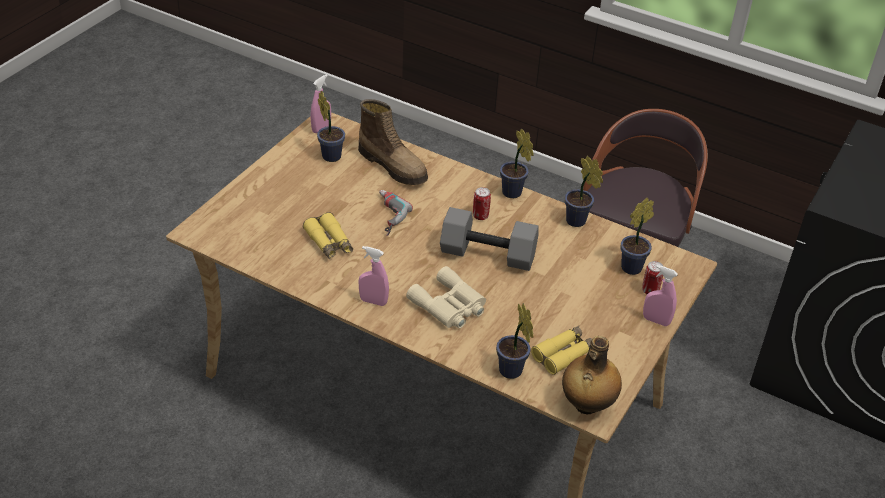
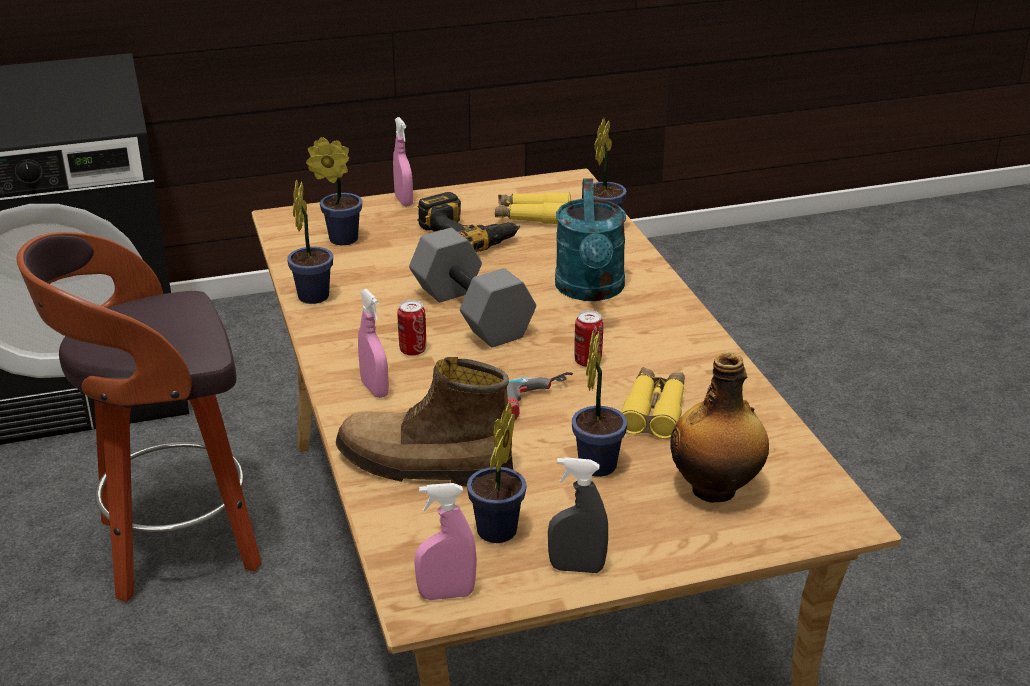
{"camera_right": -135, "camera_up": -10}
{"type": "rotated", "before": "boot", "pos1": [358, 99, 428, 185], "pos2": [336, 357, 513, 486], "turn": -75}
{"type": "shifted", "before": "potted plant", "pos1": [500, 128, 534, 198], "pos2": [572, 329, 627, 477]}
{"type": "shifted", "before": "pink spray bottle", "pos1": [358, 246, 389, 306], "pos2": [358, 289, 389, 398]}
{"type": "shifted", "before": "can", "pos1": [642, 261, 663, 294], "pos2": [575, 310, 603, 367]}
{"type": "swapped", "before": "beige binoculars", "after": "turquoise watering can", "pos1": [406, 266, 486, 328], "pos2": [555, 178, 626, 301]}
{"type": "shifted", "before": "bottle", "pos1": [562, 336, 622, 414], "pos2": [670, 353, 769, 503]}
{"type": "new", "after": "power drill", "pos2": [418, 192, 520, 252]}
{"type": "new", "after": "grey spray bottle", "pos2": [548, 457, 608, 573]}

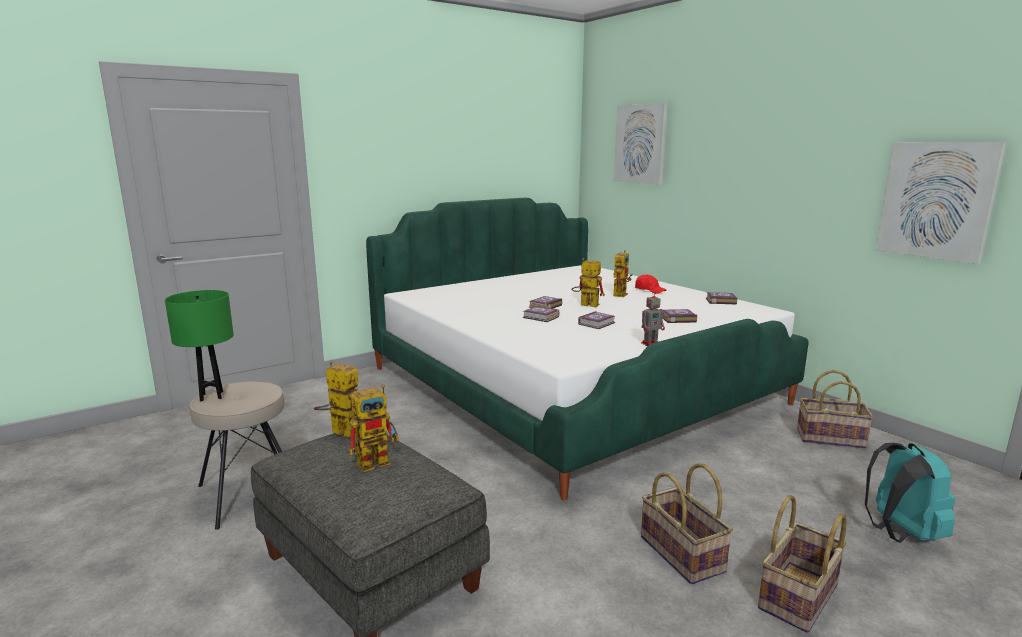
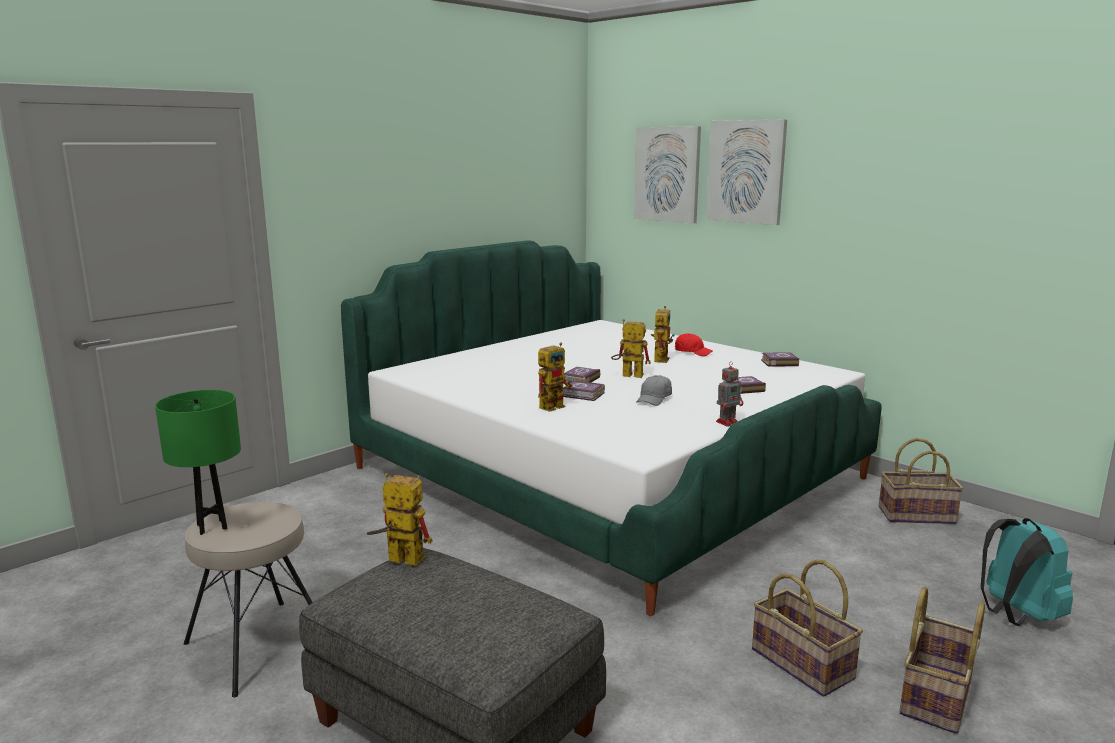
{"camera_right": -10, "camera_up": 0}
{"type": "shifted", "before": "picture", "pos1": [876, 142, 1006, 264], "pos2": [706, 119, 787, 225]}
{"type": "swapped", "before": "book", "after": "grey cap", "pos1": [578, 311, 615, 329], "pos2": [636, 375, 672, 406]}
{"type": "shifted", "before": "toy robot", "pos1": [349, 384, 399, 472], "pos2": [538, 342, 572, 412]}

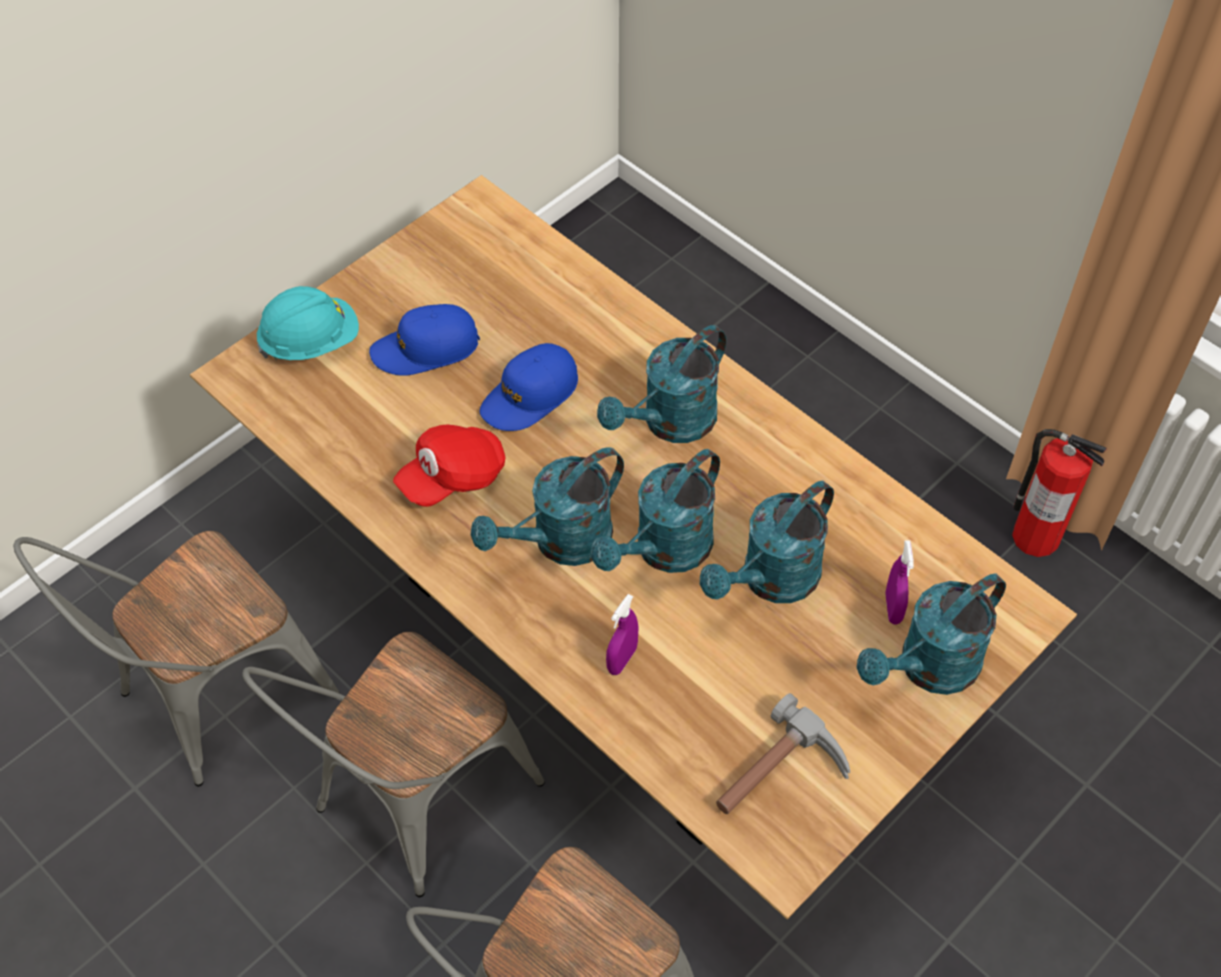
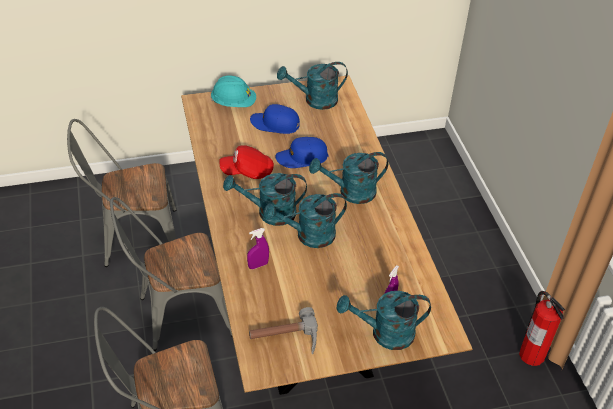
{"camera_right": 30, "camera_up": -10}
{"type": "shifted", "before": "turquoise watering can", "pos1": [700, 481, 834, 603], "pos2": [277, 62, 348, 110]}

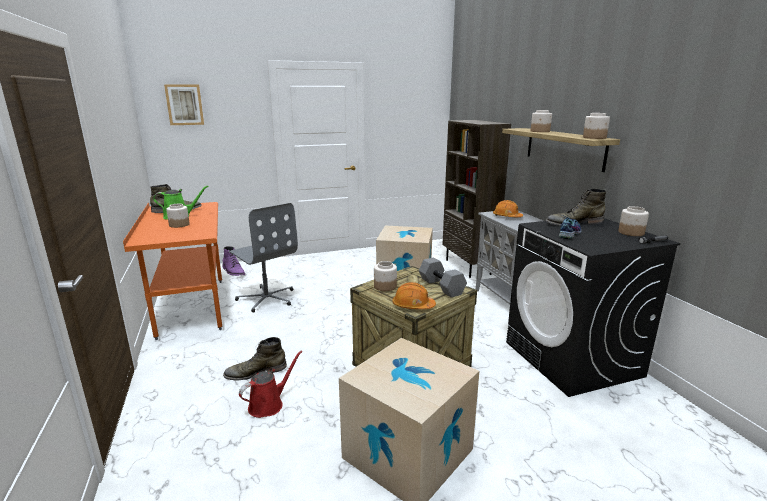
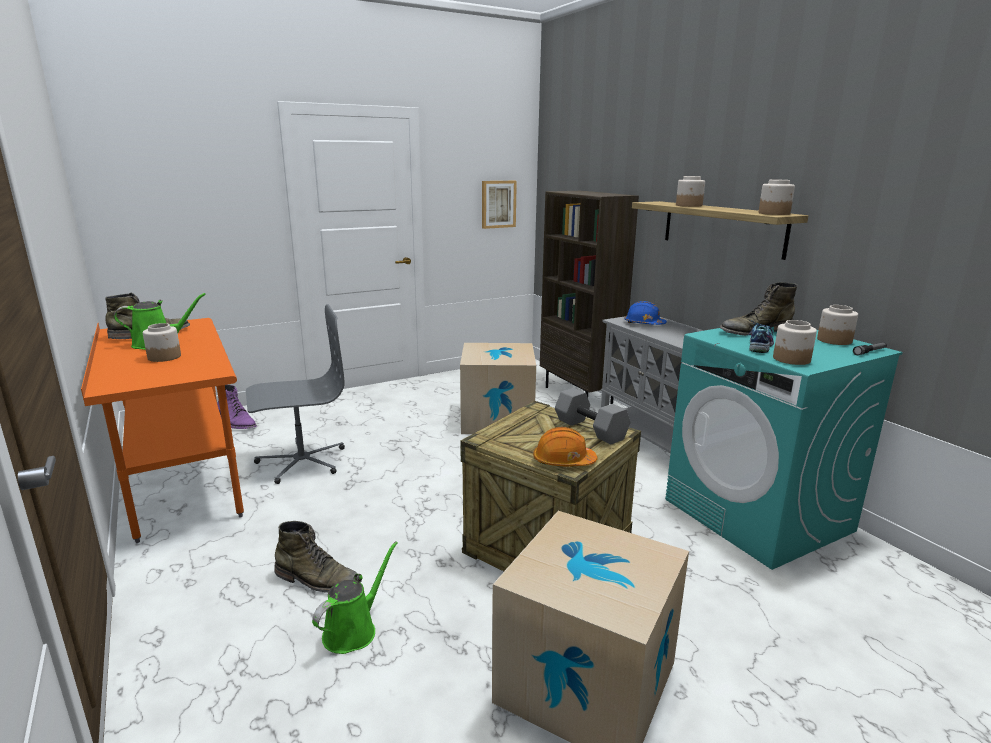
{"camera_right": -10, "camera_up": 0}
{"type": "shifted", "before": "picture", "pos1": [164, 84, 204, 125], "pos2": [482, 181, 517, 229]}
{"type": "repainted", "before": "orange hard hat", "after": "blue hard hat", "pos1": [493, 200, 523, 217], "pos2": [624, 301, 667, 325]}
{"type": "rotated", "before": "grey office chair", "pos1": [229, 203, 298, 313], "pos2": [246, 304, 345, 484], "turn": -60}
{"type": "repainted", "before": "black washing machine", "after": "turquoise washing machine", "pos1": [506, 218, 680, 397], "pos2": [665, 327, 903, 570]}
{"type": "shifted", "before": "jar", "pos1": [374, 261, 397, 291], "pos2": [773, 320, 817, 365]}
{"type": "rotated", "before": "green boot", "pos1": [223, 337, 287, 381], "pos2": [274, 521, 361, 593], "turn": -135}
{"type": "repainted", "before": "red watering can", "after": "green watering can", "pos1": [239, 351, 302, 418], "pos2": [312, 541, 398, 654]}

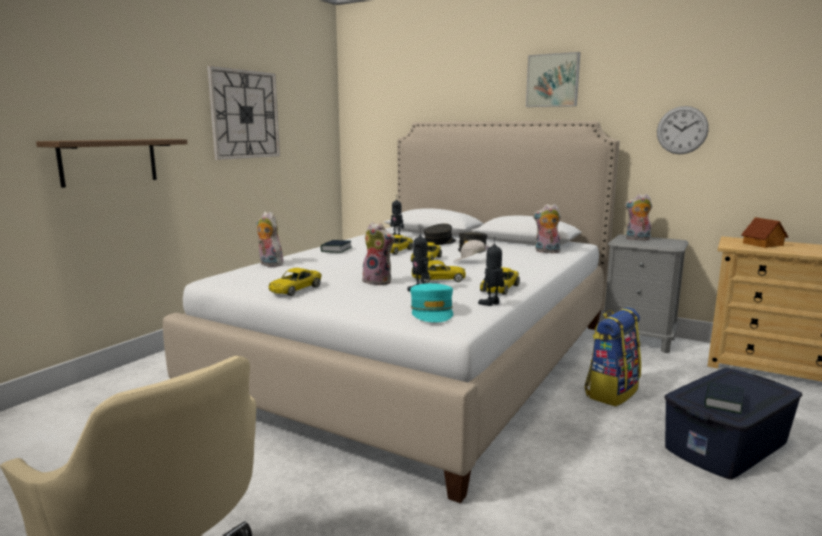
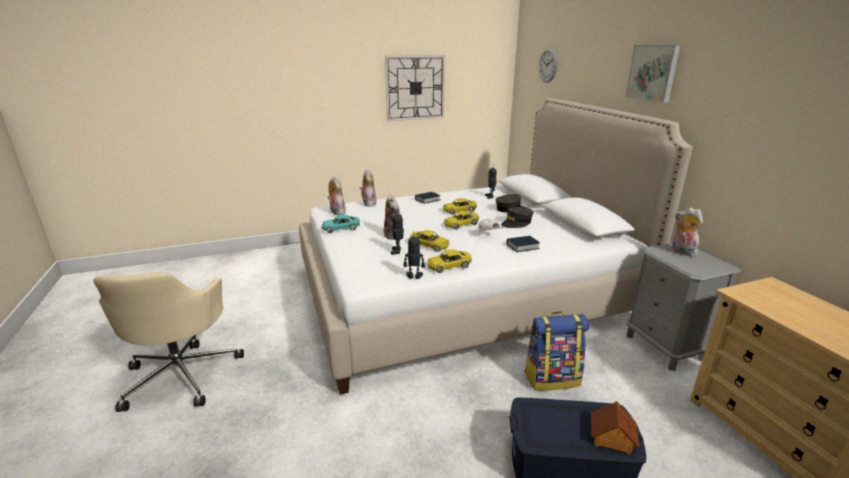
{"camera_right": 40, "camera_up": 10}
{"type": "shifted", "before": "wall clock", "pos1": [657, 106, 709, 154], "pos2": [538, 48, 558, 83]}
{"type": "gone", "before": "shelf", "pos1": [36, 139, 187, 188]}
{"type": "shifted", "before": "plush toy", "pos1": [533, 204, 561, 253], "pos2": [327, 176, 346, 215]}
{"type": "shifted", "before": "toy house", "pos1": [741, 217, 788, 248], "pos2": [591, 401, 639, 455]}
{"type": "repainted", "before": "yellow toy car", "after": "turquoise toy car", "pos1": [269, 268, 322, 296], "pos2": [322, 214, 360, 233]}
{"type": "gone", "before": "turquoise cap", "pos1": [410, 283, 453, 322]}
{"type": "shifted", "before": "book", "pos1": [704, 382, 744, 414], "pos2": [507, 236, 540, 252]}

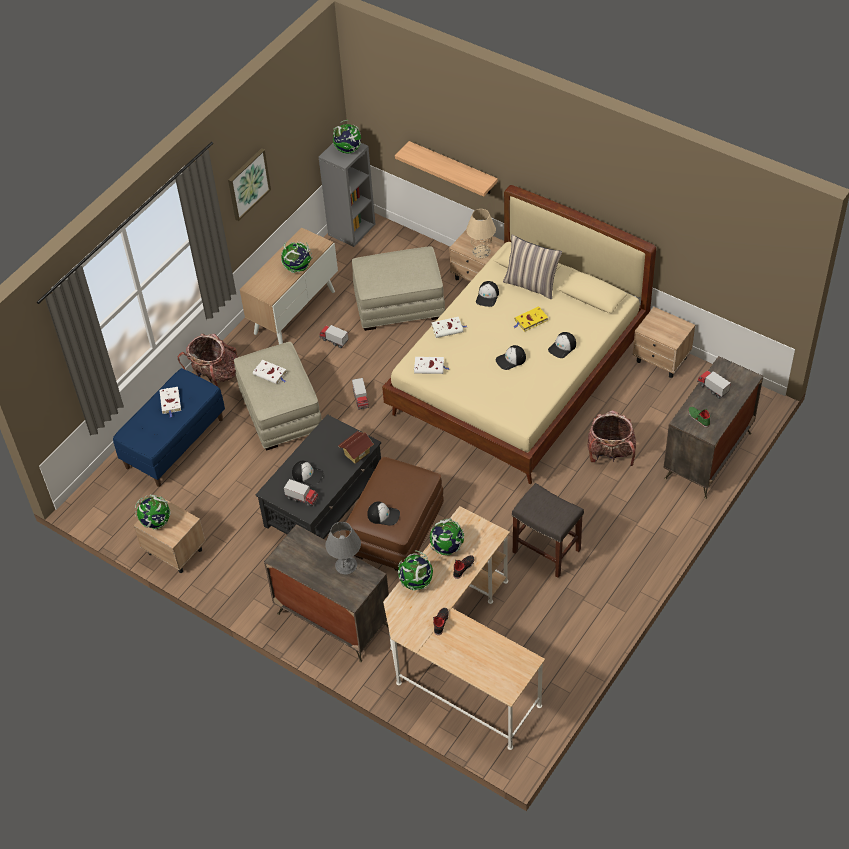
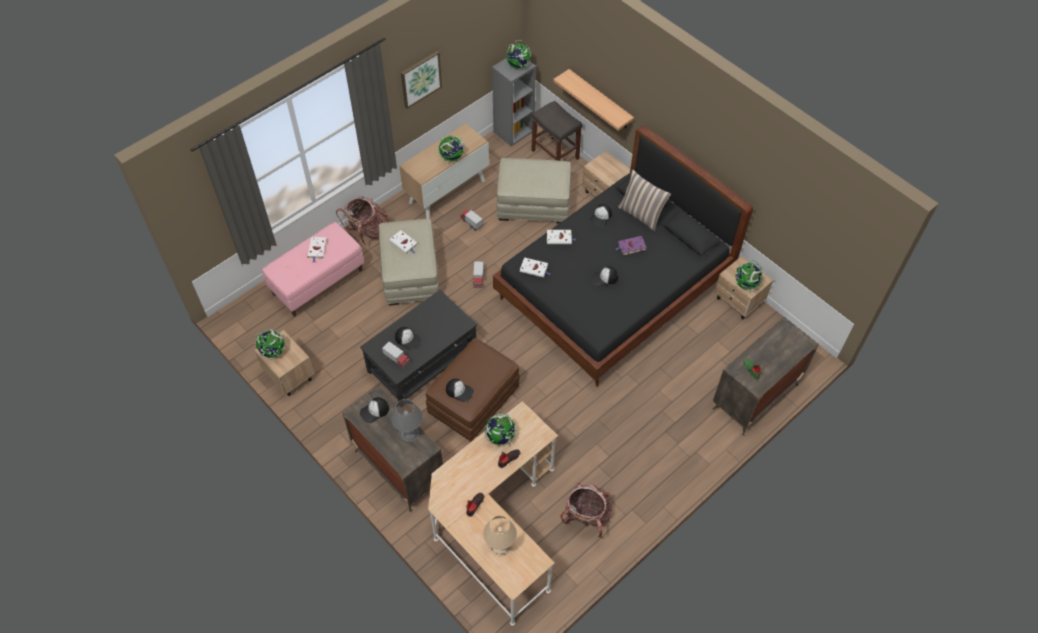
{"camera_right": 10, "camera_up": 5}
{"type": "repainted", "before": "beige bed", "after": "black bed", "pos1": [382, 185, 656, 484], "pos2": [493, 125, 753, 387]}
{"type": "shifted", "before": "beige table lamp", "pos1": [466, 209, 496, 258], "pos2": [483, 515, 517, 556]}
{"type": "repainted", "before": "yellow book", "after": "purple book", "pos1": [513, 306, 548, 332], "pos2": [616, 236, 647, 255]}
{"type": "shifted", "before": "cap", "pos1": [548, 332, 576, 358], "pos2": [360, 397, 389, 423]}
{"type": "repainted", "before": "blue bench", "after": "pink bench", "pos1": [113, 368, 225, 487], "pos2": [262, 222, 364, 317]}
{"type": "gone", "before": "toy truck", "pos1": [697, 370, 731, 399]}
{"type": "shifted", "before": "backpack", "pos1": [587, 410, 636, 466], "pos2": [560, 482, 612, 538]}
{"type": "gone", "before": "toy house", "pos1": [338, 431, 374, 464]}
{"type": "shifted", "before": "grey stool", "pos1": [512, 483, 584, 578], "pos2": [531, 100, 582, 161]}
{"type": "shifted", "before": "globe", "pos1": [398, 551, 433, 591], "pos2": [735, 260, 763, 290]}

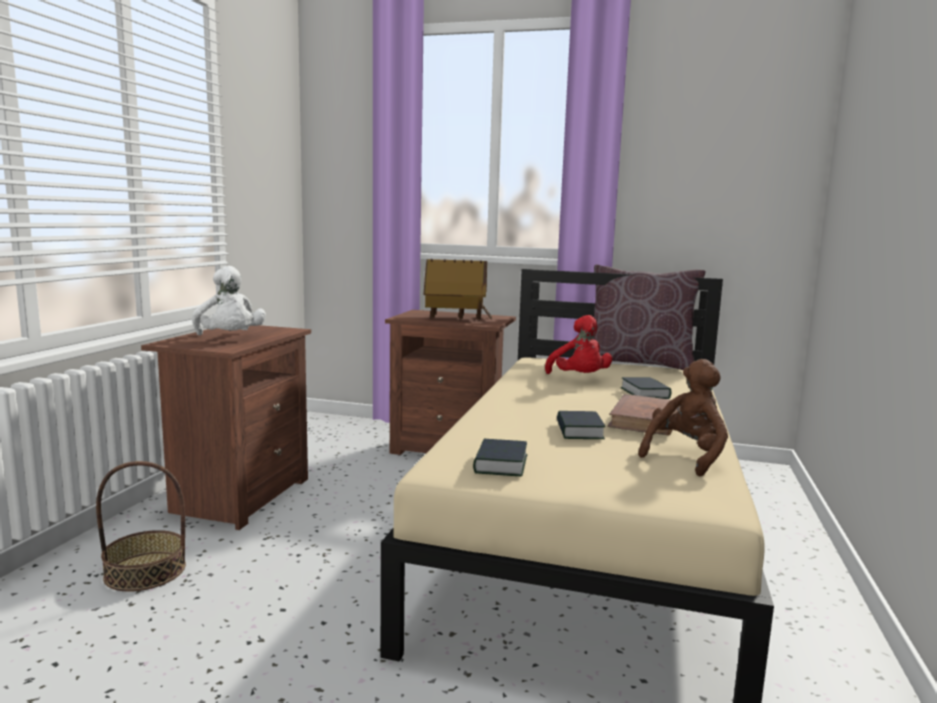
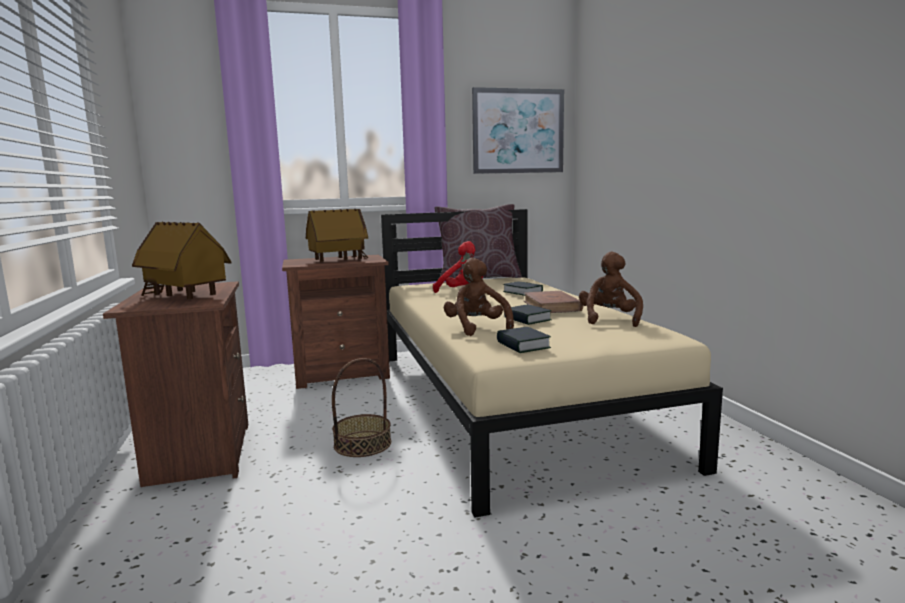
{"camera_right": -30, "camera_up": 0}
{"type": "swapped", "before": "white plush toy", "after": "toy house", "pos1": [192, 266, 266, 335], "pos2": [132, 222, 232, 299]}
{"type": "shifted", "before": "basket", "pos1": [96, 461, 186, 591], "pos2": [332, 358, 391, 457]}
{"type": "new", "after": "picture", "pos2": [472, 87, 564, 174]}
{"type": "new", "after": "brown plush toy", "pos2": [444, 258, 514, 336]}

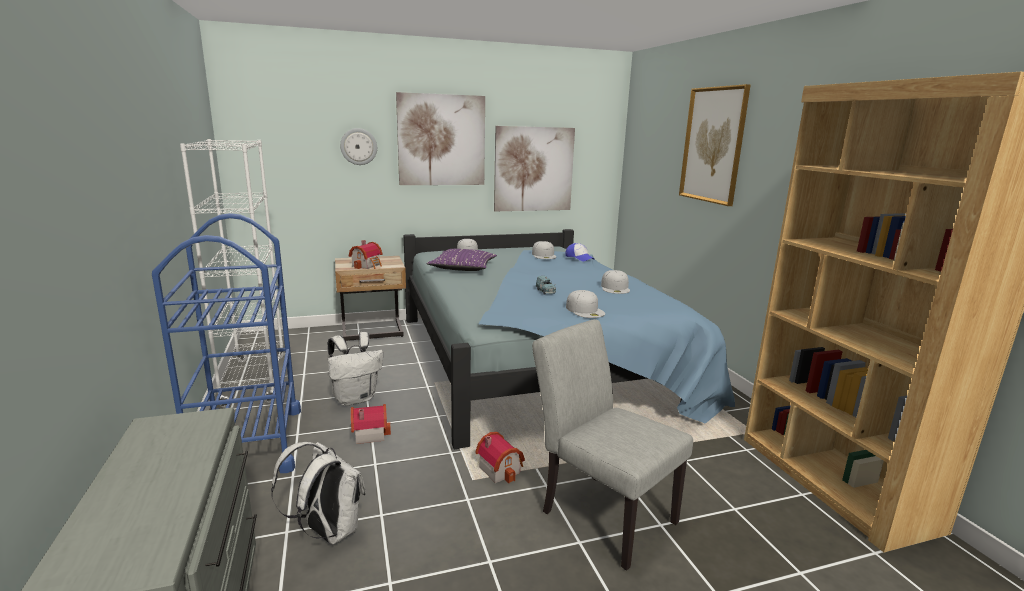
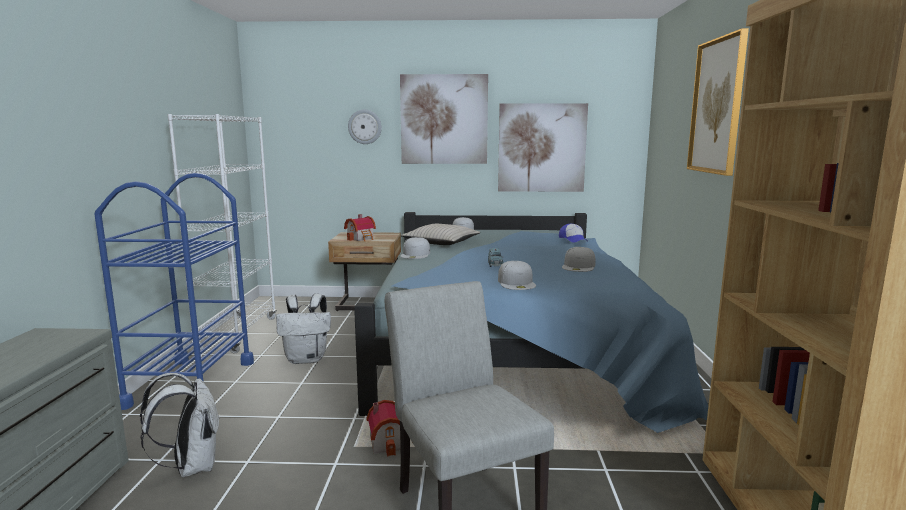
{"camera_right": 20, "camera_up": -5}
{"type": "shifted", "before": "white cap", "pos1": [532, 241, 556, 259], "pos2": [401, 237, 430, 259]}
{"type": "repainted", "before": "purple pillow", "after": "beige pillow", "pos1": [426, 249, 497, 271], "pos2": [401, 224, 480, 245]}
{"type": "gone", "before": "toy house", "pos1": [351, 404, 391, 444]}

